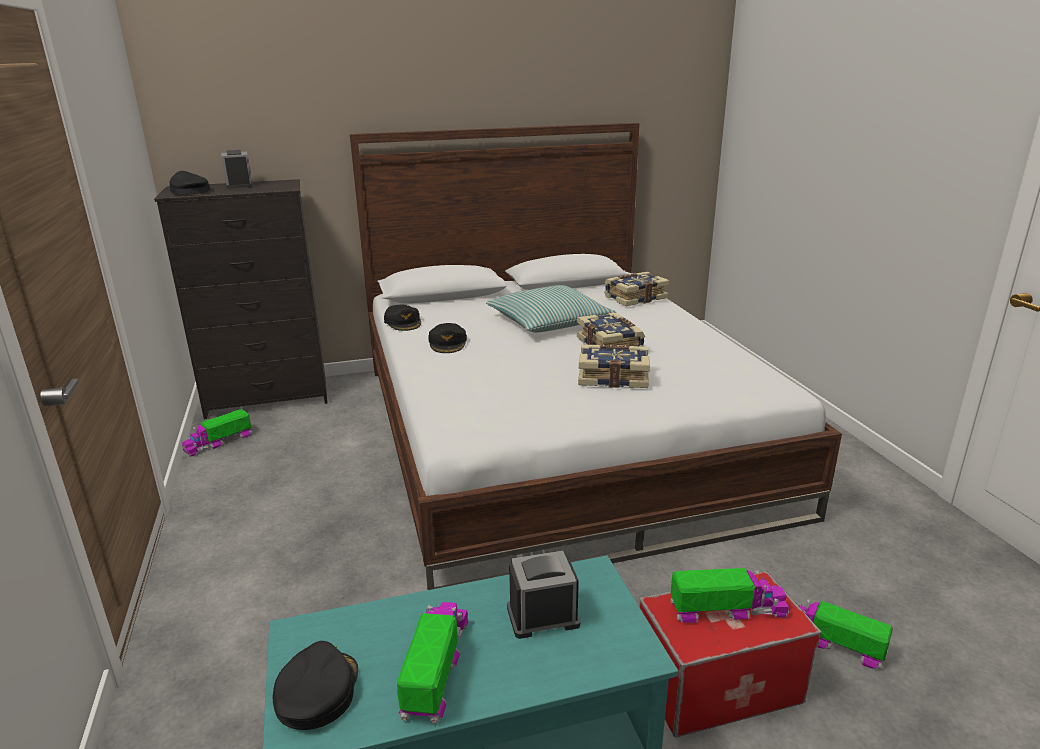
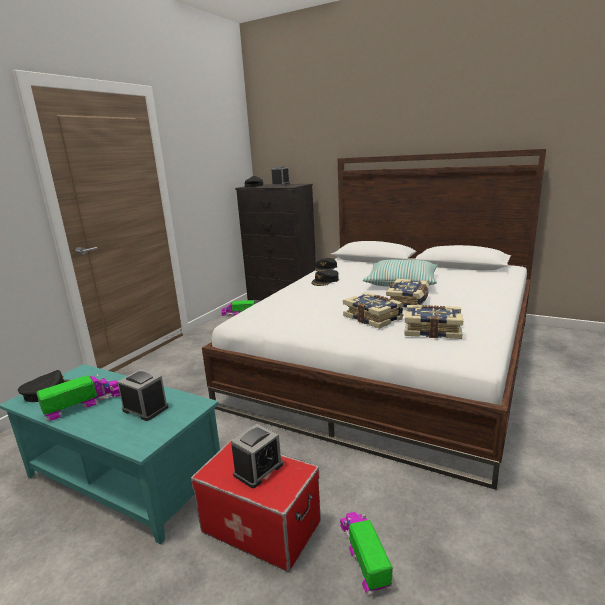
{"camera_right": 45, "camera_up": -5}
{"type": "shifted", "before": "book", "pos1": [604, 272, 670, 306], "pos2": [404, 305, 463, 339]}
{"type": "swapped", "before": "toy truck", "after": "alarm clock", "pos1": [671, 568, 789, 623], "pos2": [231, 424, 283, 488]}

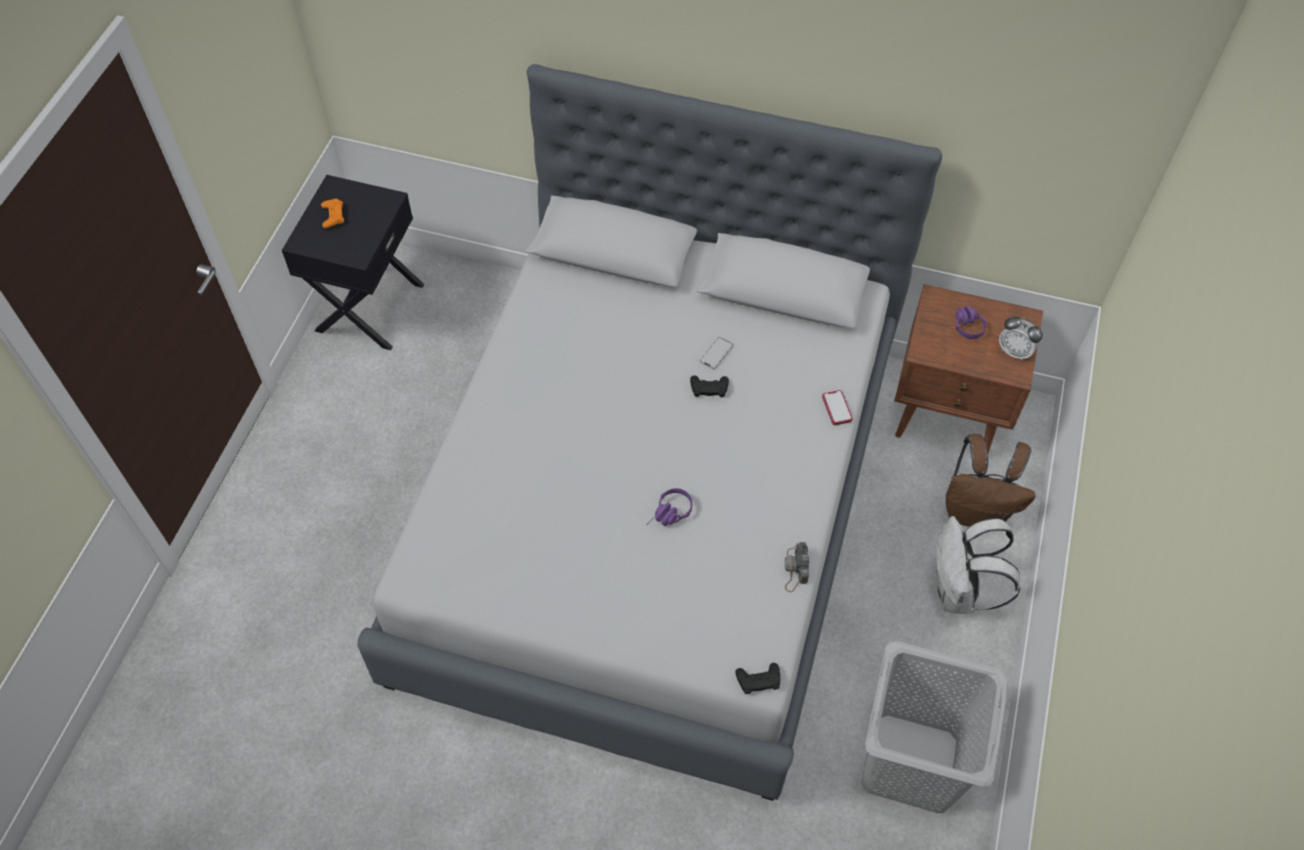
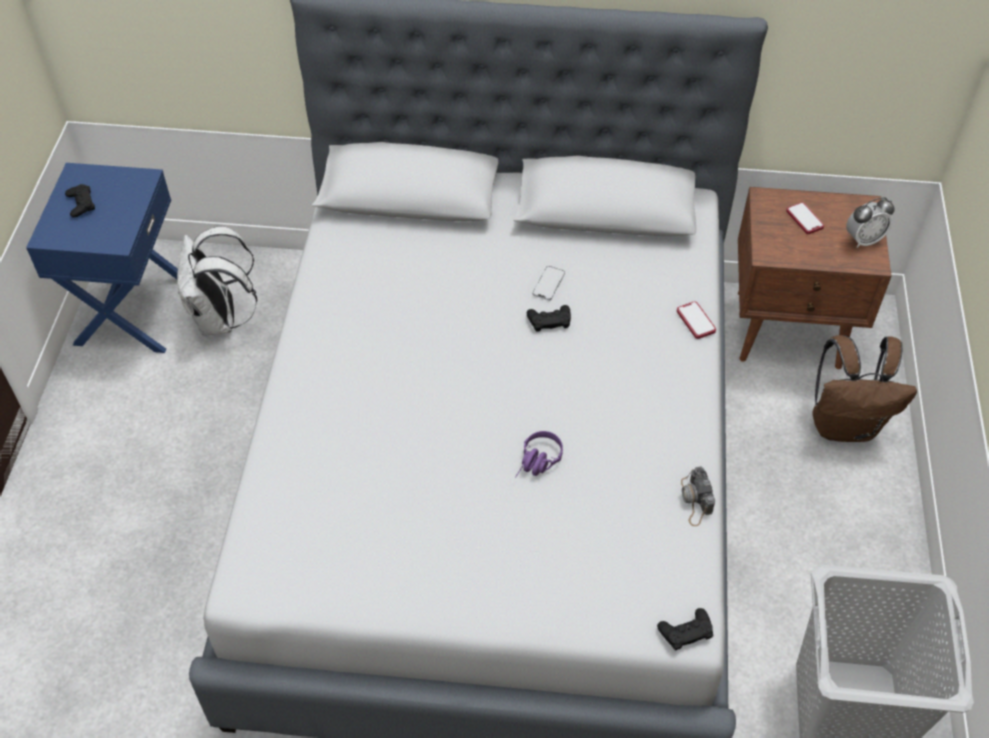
{"camera_right": -10, "camera_up": -5}
{"type": "repainted", "before": "black nightstand", "after": "blue nightstand", "pos1": [282, 175, 424, 350], "pos2": [26, 163, 178, 353]}
{"type": "repainted", "before": "orange game controller", "after": "black game controller", "pos1": [321, 199, 344, 228], "pos2": [65, 184, 95, 217]}
{"type": "swapped", "before": "purple headphones", "after": "phone", "pos1": [956, 299, 987, 339], "pos2": [786, 202, 824, 234]}
{"type": "rotated", "before": "alarm clock", "pos1": [999, 316, 1043, 361], "pos2": [846, 197, 895, 248], "turn": -45}
{"type": "shifted", "before": "white backpack", "pos1": [935, 516, 1021, 614], "pos2": [177, 227, 257, 335]}

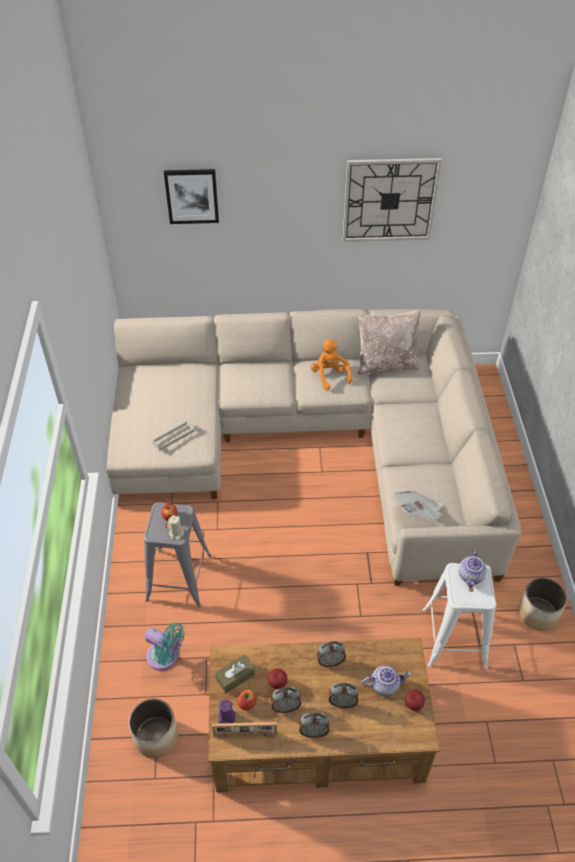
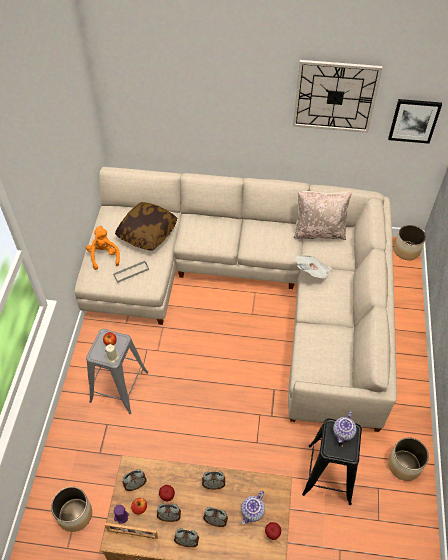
{"camera_right": 10, "camera_up": 5}
{"type": "shifted", "before": "picture", "pos1": [164, 169, 219, 224], "pos2": [388, 99, 442, 144]}
{"type": "shifted", "before": "orange plush toy", "pos1": [310, 339, 352, 391], "pos2": [86, 226, 120, 270]}
{"type": "shifted", "before": "newspaper", "pos1": [394, 491, 442, 520], "pos2": [294, 255, 332, 279]}
{"type": "repainted", "before": "white stool", "after": "black stool", "pos1": [423, 563, 496, 669], "pos2": [302, 419, 362, 505]}
{"type": "gone", "before": "turquoise fan", "pos1": [144, 623, 185, 671]}
{"type": "swapped", "before": "brown tissue box", "after": "alarm clock", "pos1": [215, 654, 255, 693], "pos2": [123, 469, 147, 491]}
{"type": "rotated", "before": "teapot", "pos1": [362, 666, 411, 696], "pos2": [241, 491, 265, 524], "turn": 120}
{"type": "new", "after": "pillow", "pos2": [115, 202, 177, 251]}
{"type": "new", "after": "planter", "pos2": [394, 225, 426, 260]}

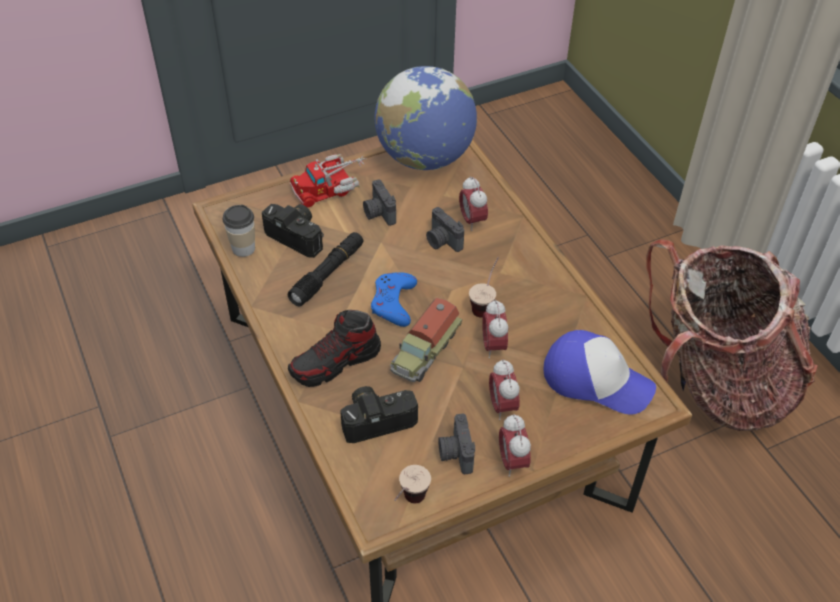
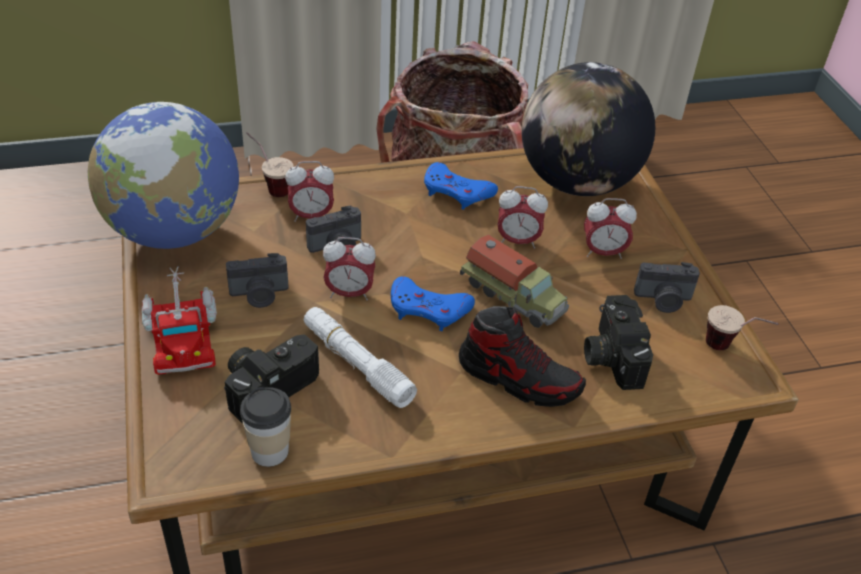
{"camera_right": -80, "camera_up": -5}
{"type": "repainted", "before": "black flashlight", "after": "white flashlight", "pos1": [287, 232, 363, 307], "pos2": [304, 307, 417, 408]}
{"type": "shifted", "before": "cup", "pos1": [469, 257, 499, 318], "pos2": [246, 132, 294, 197]}
{"type": "rotated", "before": "shoe", "pos1": [288, 310, 381, 387], "pos2": [459, 306, 586, 407], "turn": -45}
{"type": "swapped", "before": "cap", "after": "globe", "pos1": [543, 330, 656, 415], "pos2": [521, 62, 655, 196]}
{"type": "shifted", "before": "alarm clock", "pos1": [499, 414, 531, 477], "pos2": [323, 237, 376, 301]}
{"type": "new", "after": "blue game controller", "pos2": [424, 162, 498, 210]}

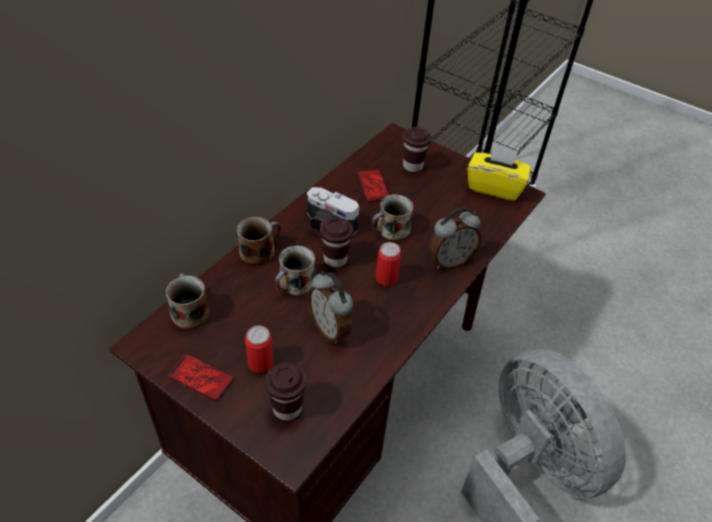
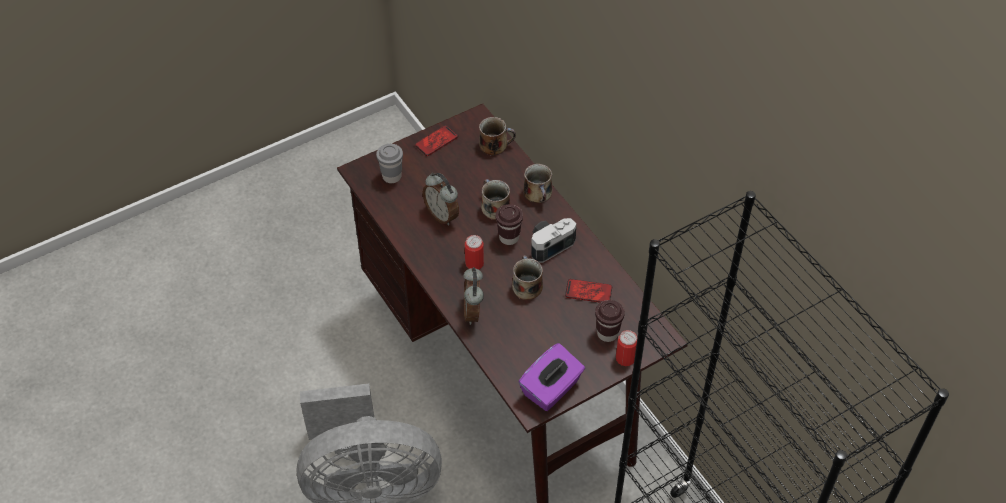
{"camera_right": 115, "camera_up": 5}
{"type": "repainted", "before": "yellow tissue box", "after": "purple tissue box", "pos1": [467, 144, 531, 201], "pos2": [519, 343, 585, 411]}
{"type": "rotated", "before": "alarm clock", "pos1": [308, 271, 353, 344], "pos2": [423, 173, 459, 226], "turn": -120}
{"type": "shifted", "before": "can", "pos1": [245, 325, 273, 373], "pos2": [616, 330, 637, 366]}
{"type": "repainted", "before": "brown cup", "after": "grey cup", "pos1": [265, 363, 306, 420], "pos2": [376, 144, 403, 183]}

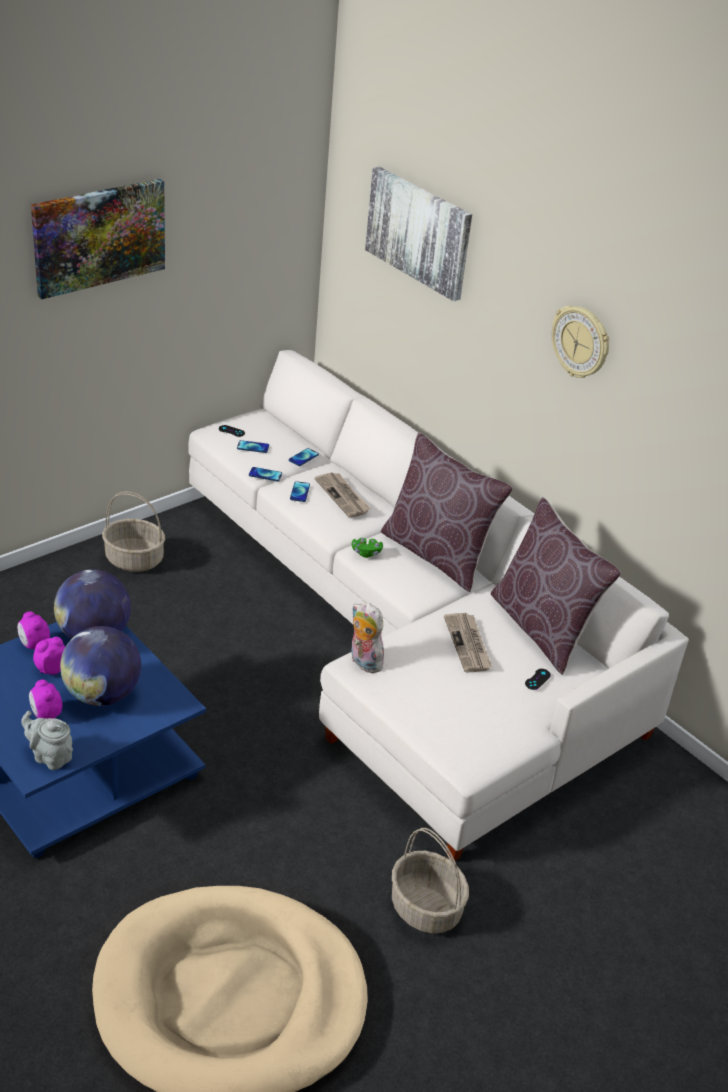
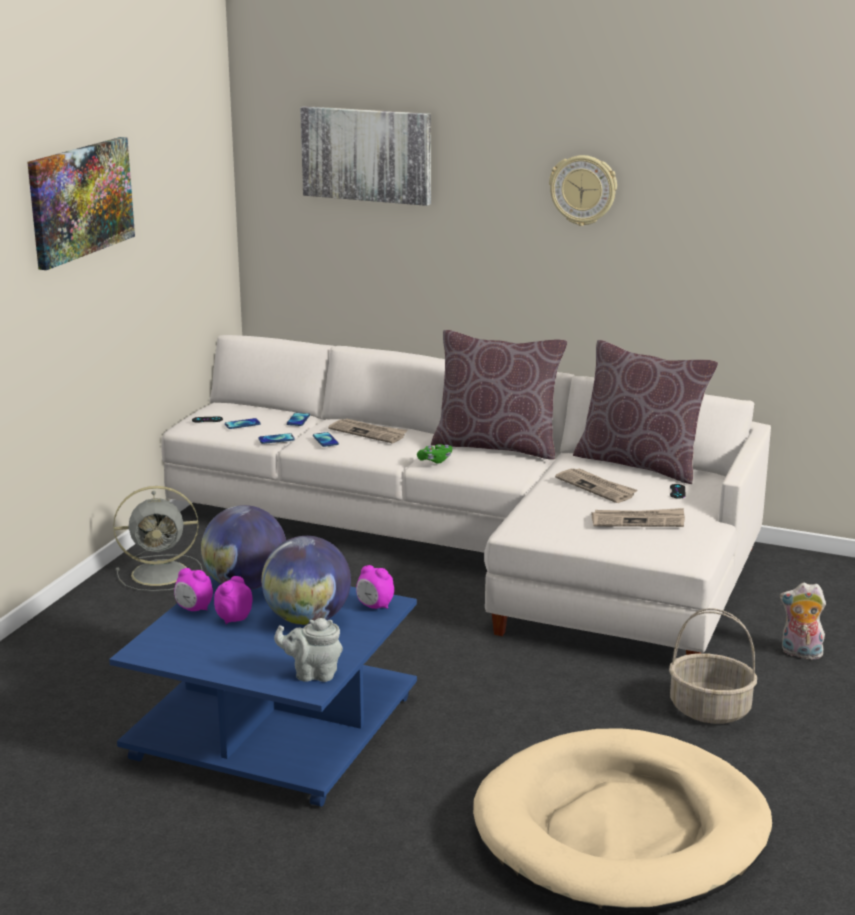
{"camera_right": -25, "camera_up": -15}
{"type": "swapped", "before": "basket", "after": "grey fan", "pos1": [102, 491, 165, 572], "pos2": [113, 486, 203, 591]}
{"type": "shifted", "before": "plush toy", "pos1": [351, 602, 385, 673], "pos2": [780, 582, 826, 660]}
{"type": "shifted", "before": "alarm clock", "pos1": [29, 680, 62, 719], "pos2": [356, 565, 394, 609]}
{"type": "new", "after": "newspaper", "pos2": [592, 508, 685, 527]}

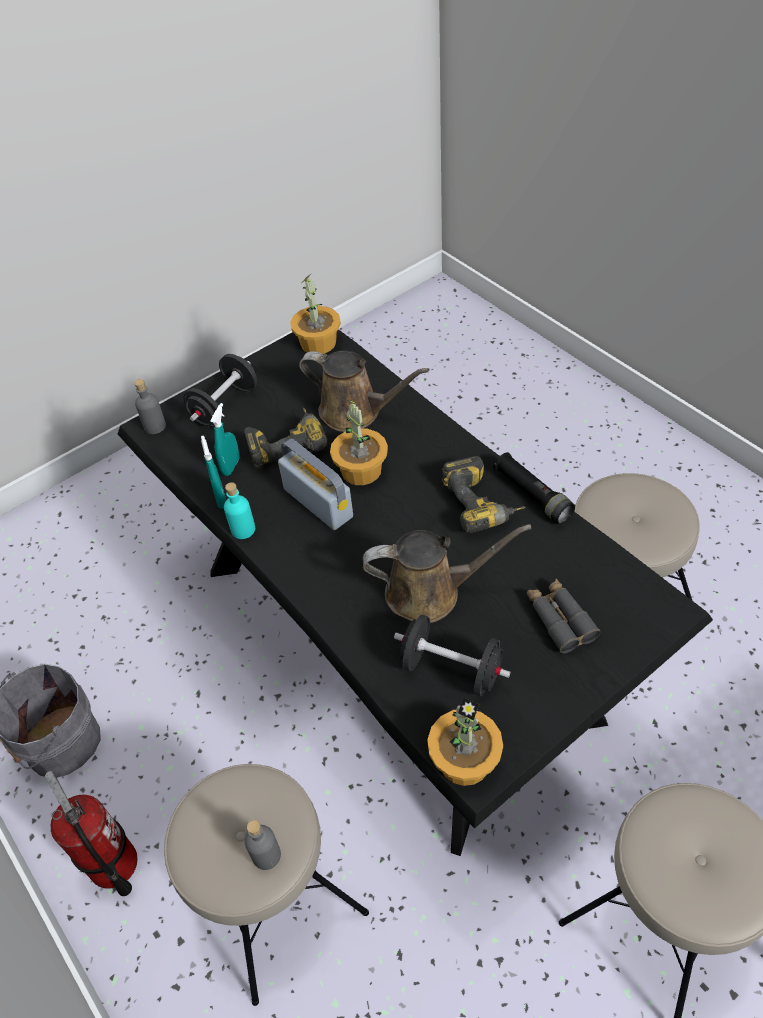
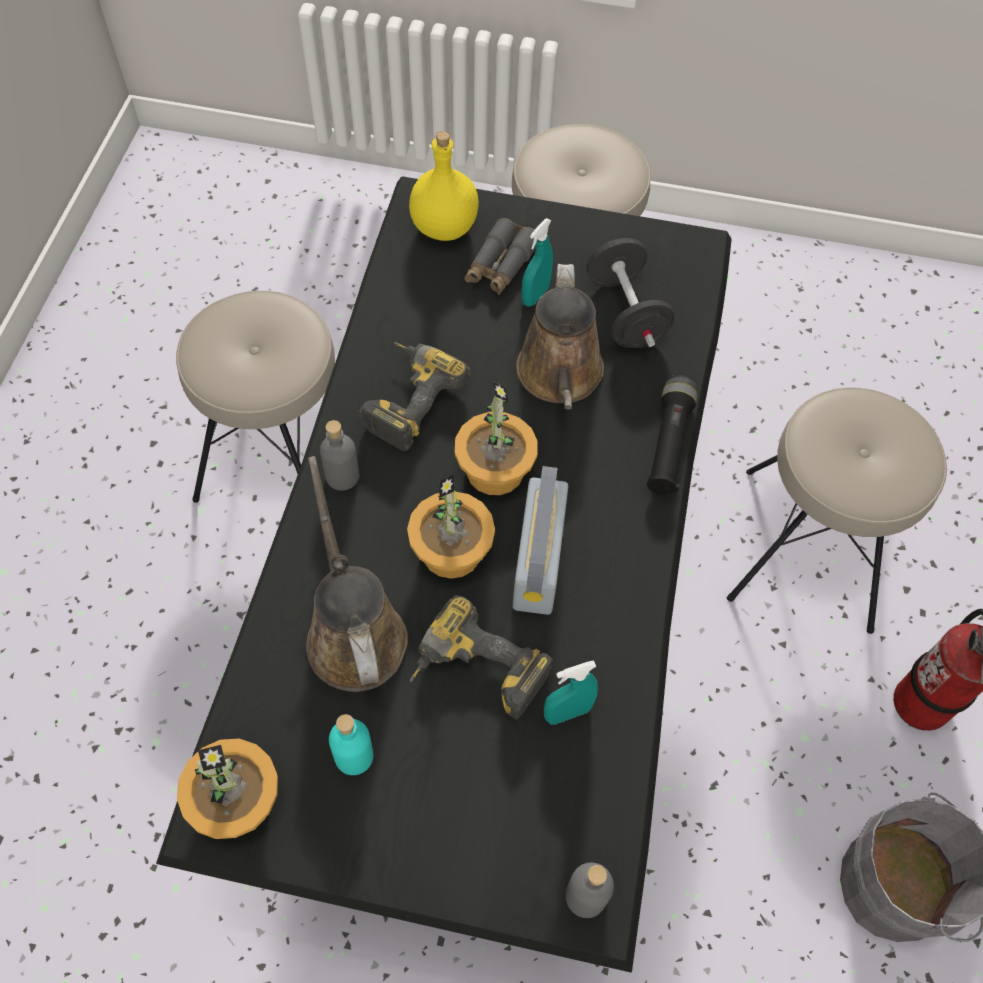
{"camera_right": -135, "camera_up": 10}
{"type": "gone", "before": "black dumbbell", "pos1": [184, 354, 257, 427]}
{"type": "shifted", "before": "turquoise spray bottle", "pos1": [201, 436, 226, 509], "pos2": [522, 218, 553, 307]}
{"type": "shifted", "before": "black flashlight", "pos1": [493, 452, 575, 524], "pos2": [647, 375, 698, 495]}
{"type": "shifted", "before": "turquoise bottle", "pos1": [224, 482, 255, 539], "pos2": [329, 714, 373, 775]}
{"type": "rotated", "before": "brown watering can", "pos1": [363, 524, 532, 623], "pos2": [516, 264, 604, 410], "turn": -135}
{"type": "shifted", "before": "potted plant", "pos1": [427, 697, 503, 786], "pos2": [455, 381, 537, 495]}
{"type": "shifted", "before": "grey bottle", "pos1": [245, 820, 281, 870], "pos2": [320, 420, 359, 491]}
{"type": "new", "after": "yellow bottle", "pos2": [409, 131, 479, 241]}

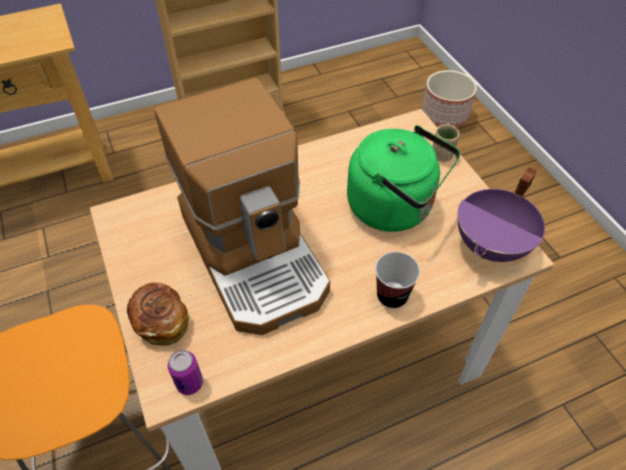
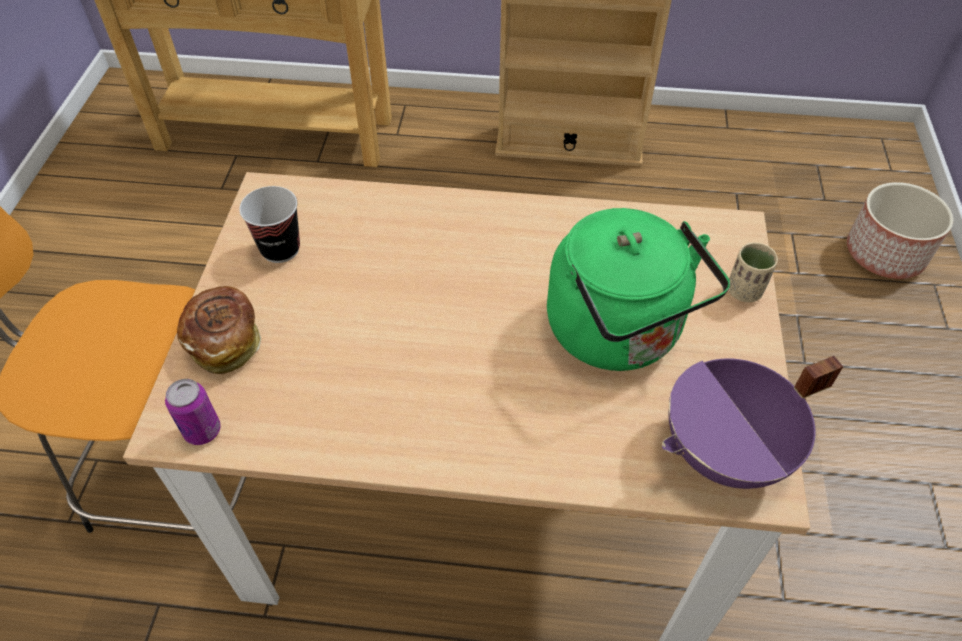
{"camera_right": 30, "camera_up": 0}
{"type": "gone", "before": "coffee machine", "pos1": [154, 78, 330, 335]}
{"type": "shifted", "before": "cup", "pos1": [375, 252, 420, 309], "pos2": [239, 186, 300, 263]}

